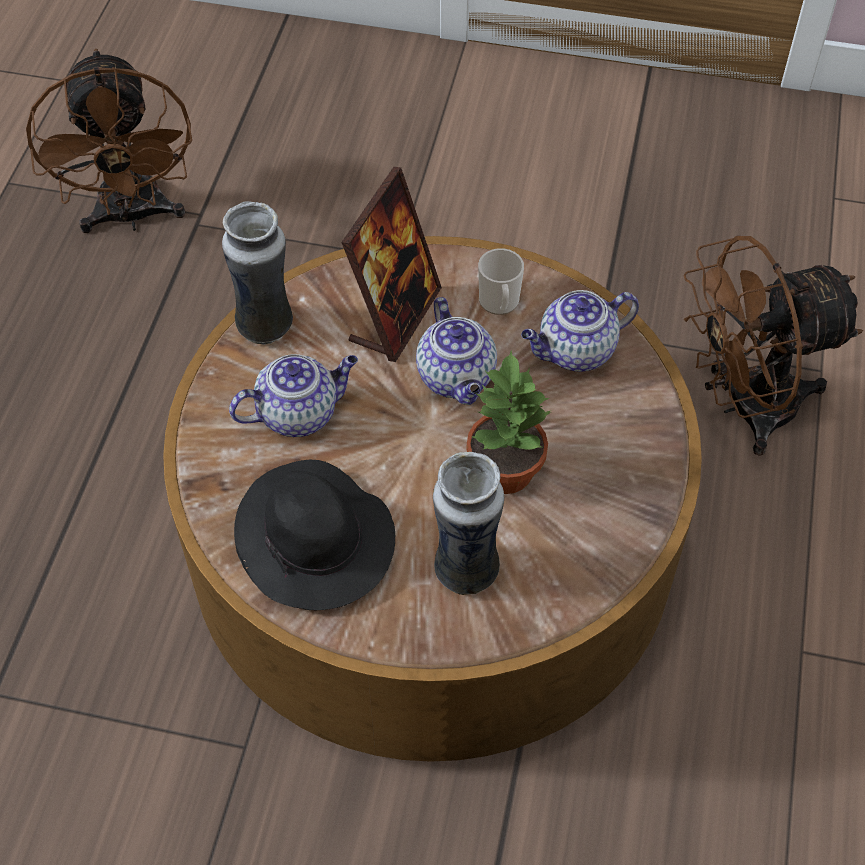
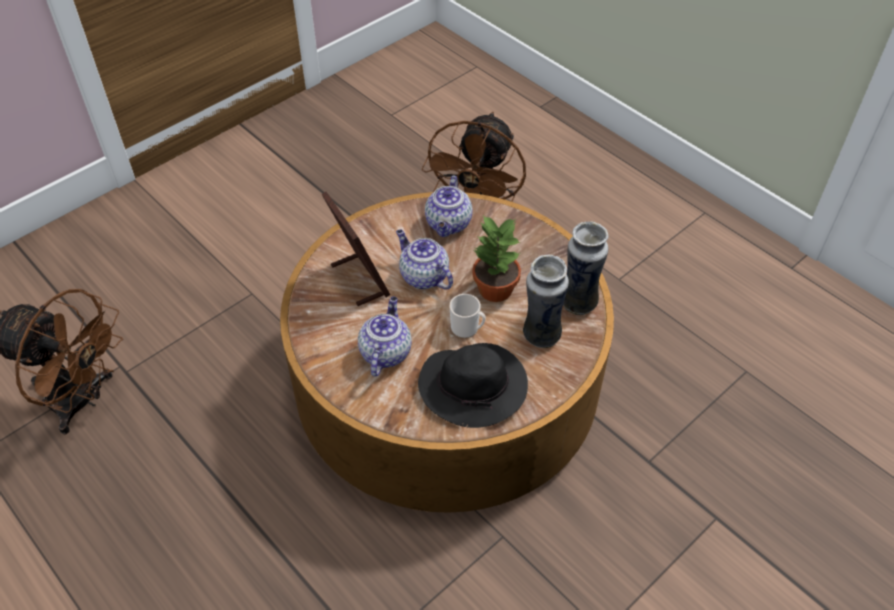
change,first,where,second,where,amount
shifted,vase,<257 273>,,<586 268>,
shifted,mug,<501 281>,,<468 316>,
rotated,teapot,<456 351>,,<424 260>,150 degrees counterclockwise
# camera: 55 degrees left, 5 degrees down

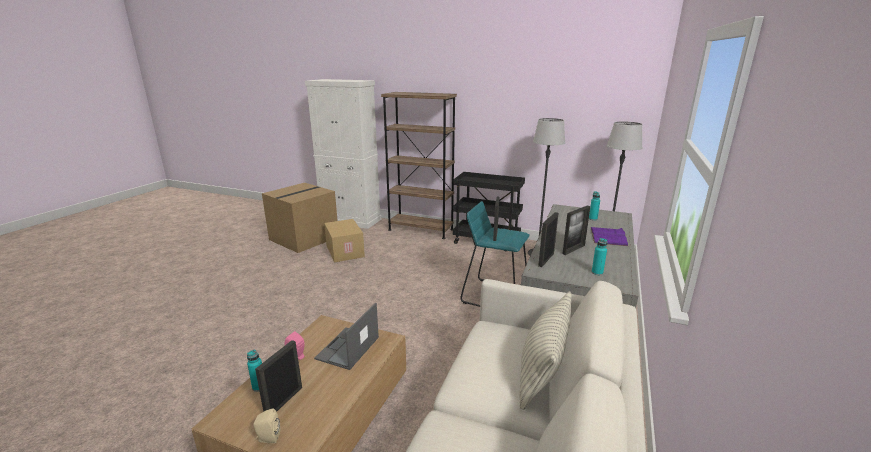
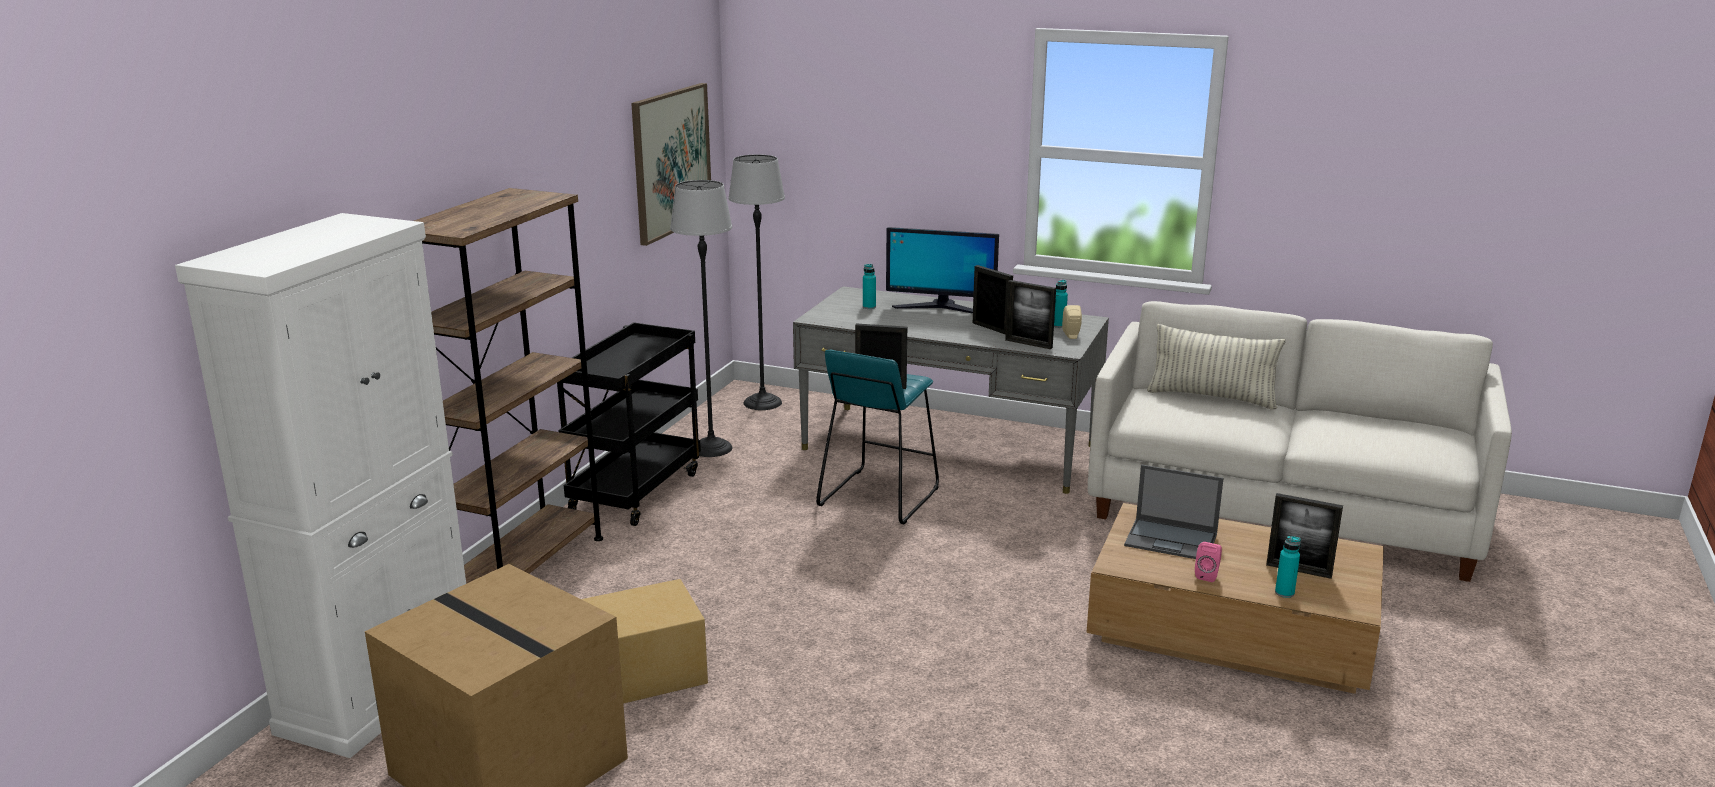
change,first,where,second,where,amount
new,,,picture,<671 164>,
shifted,beige speaker,<267 426>,,<1072 322>,
swapped,purple book,<609 236>,monitor,<942 270>,
# camera: 90 degrees left, 0 degrees up

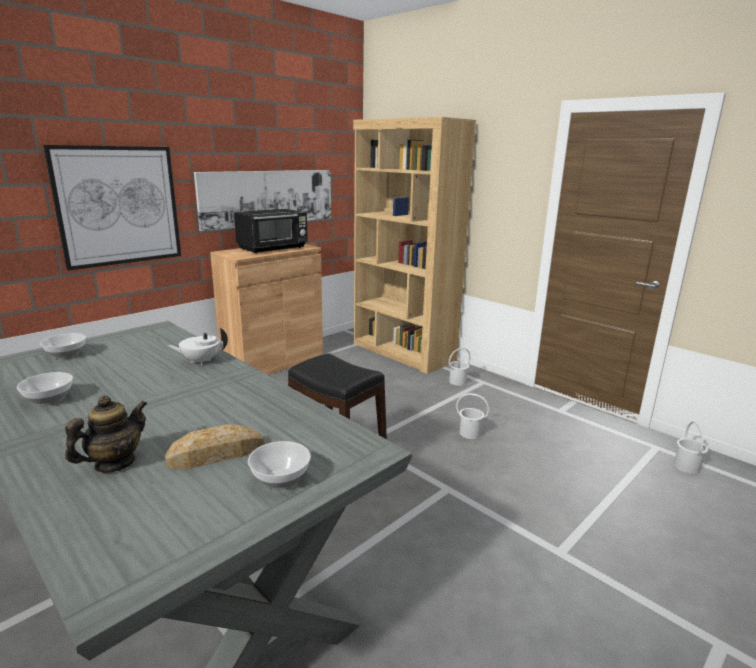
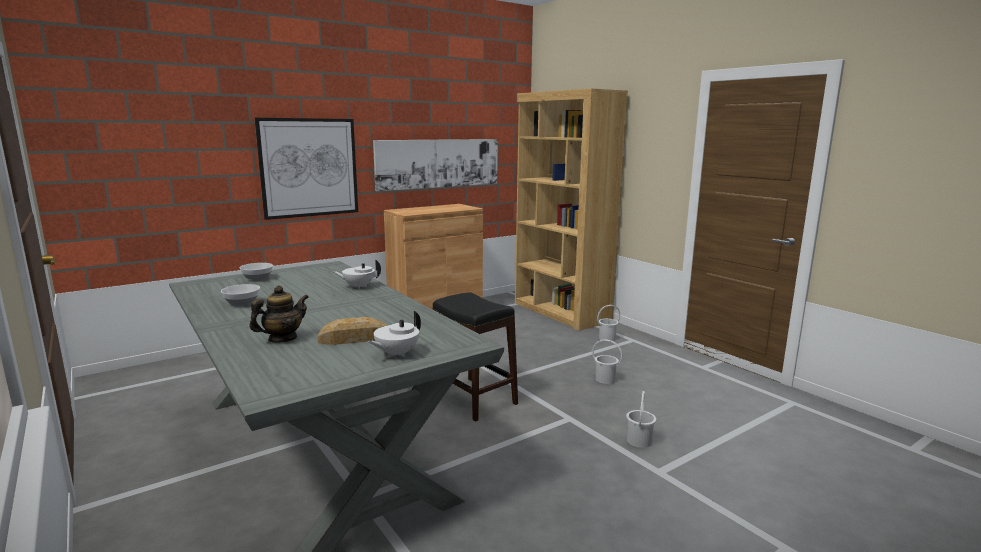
change,first,where,second,where,amount
gone,black microwave,<271 231>,,,
shifted,white bucket,<691 447>,,<641 419>,
swapped,bowl,<279 465>,white teapot,<394 334>,
# camera: 10 degrees right, 5 degrees down

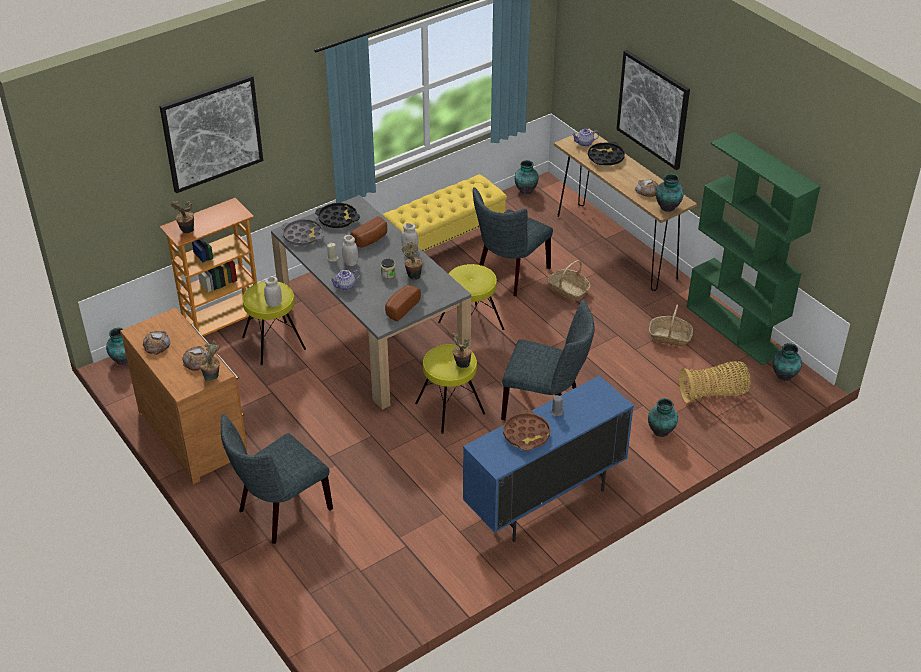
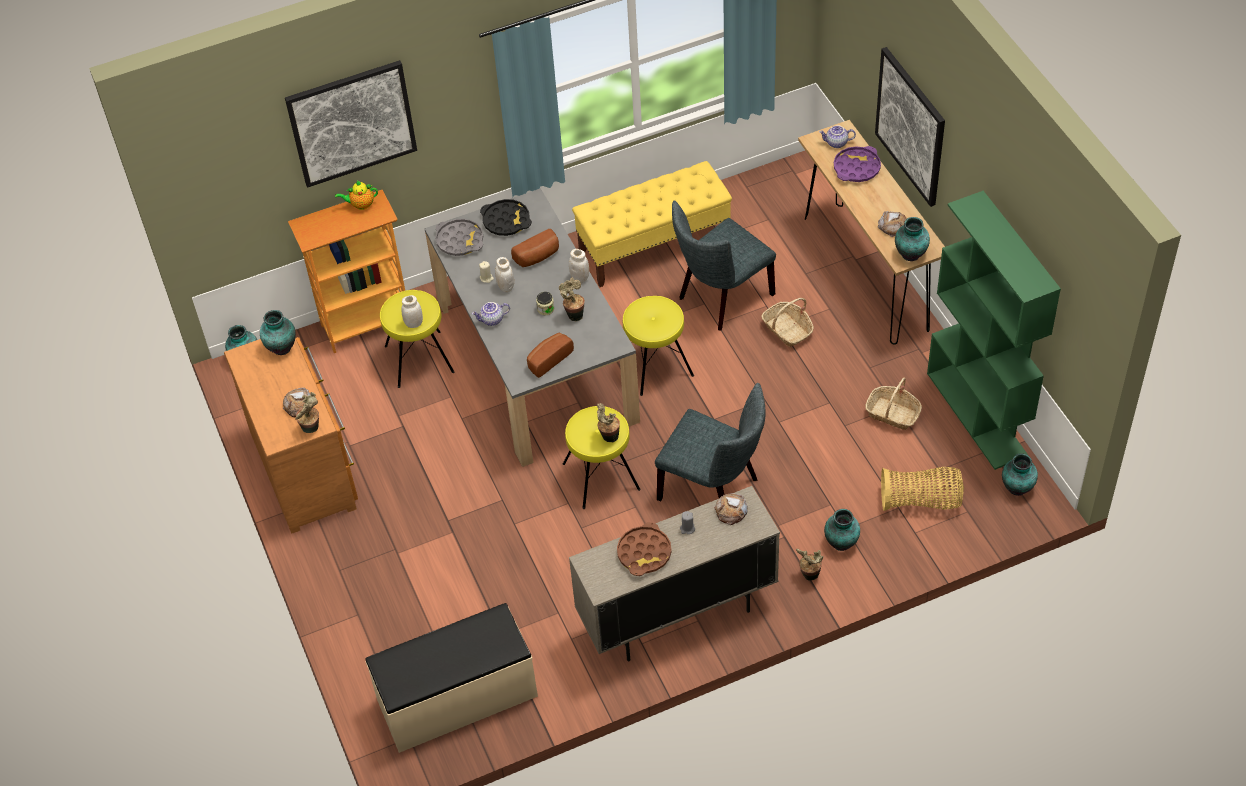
change,first,where,second,where,amount
gone,grey chair,<277 479>,,,
new,,,teapot,<356 195>,
new,,,beige bench,<451 678>,
shifted,bread,<156 343>,,<731 509>,
shifted,potted plant,<182 217>,,<809 565>,
shifted,vase,<526 177>,,<278 332>,
repainted,blue cabinet,<548 459>,beige cabinet,<674 573>,
repainted,black tray,<606 153>,purple tray,<857 164>,
# camera: 15 degrees right, 10 degrees up

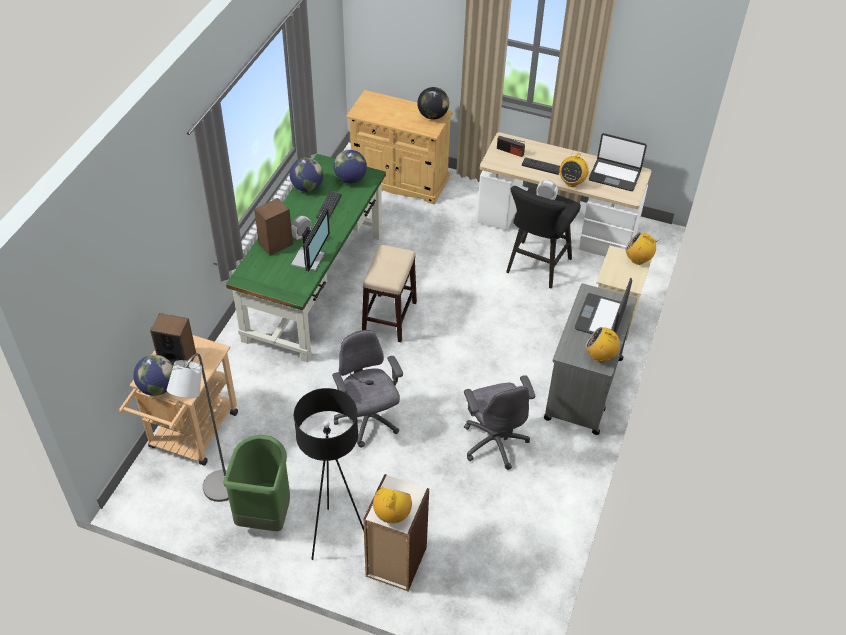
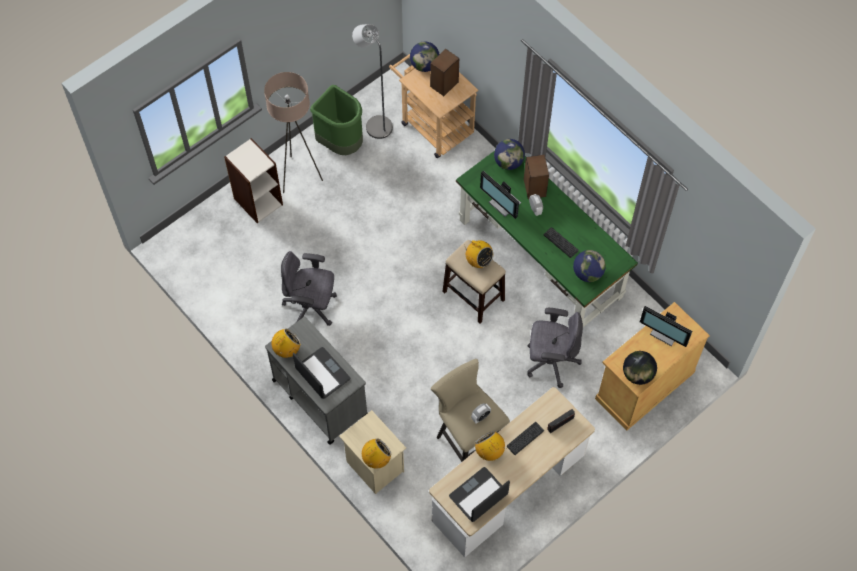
change,first,where,second,where,amount
new,,,monitor,<666 326>,
shifted,globe,<307 175>,,<509 154>,
shifted,grey office chair,<367 389>,,<555 348>,
shifted,radio,<392 505>,,<479 254>,
repainted,black floor lamp,<329 474>,beige floor lamp,<293 132>,
repainted,black stool,<543 237>,beige stool,<470 410>,
# camera: 120 degrees right, 15 degrees up

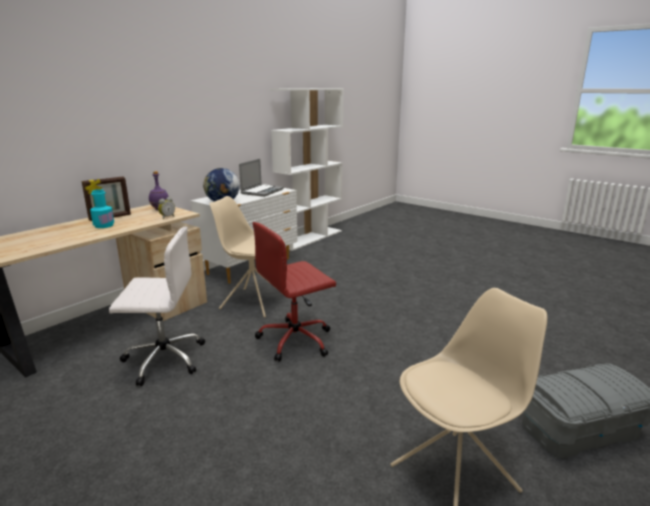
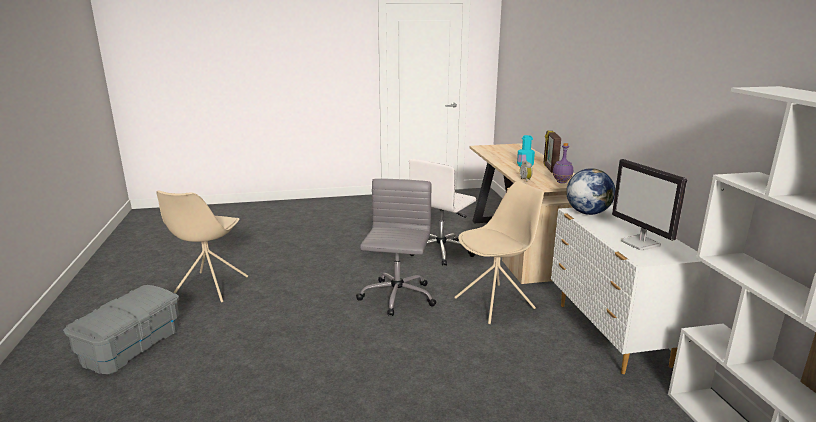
change,first,where,second,where,amount
swapped,laptop,<261 178>,monitor,<649 204>,
repainted,red office chair,<294 292>,grey office chair,<396 247>,
# camera: 130 degrees right, 0 degrees up

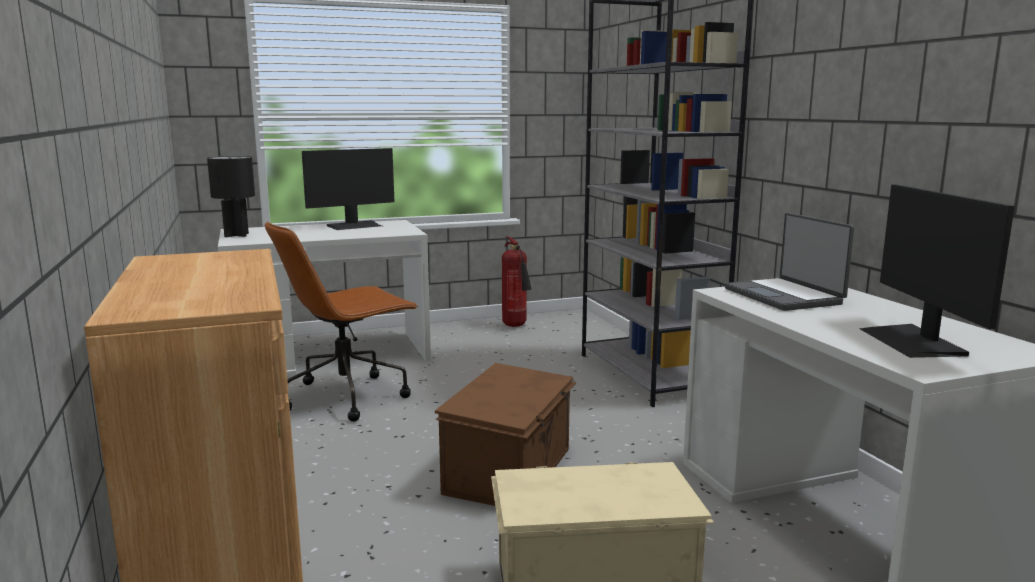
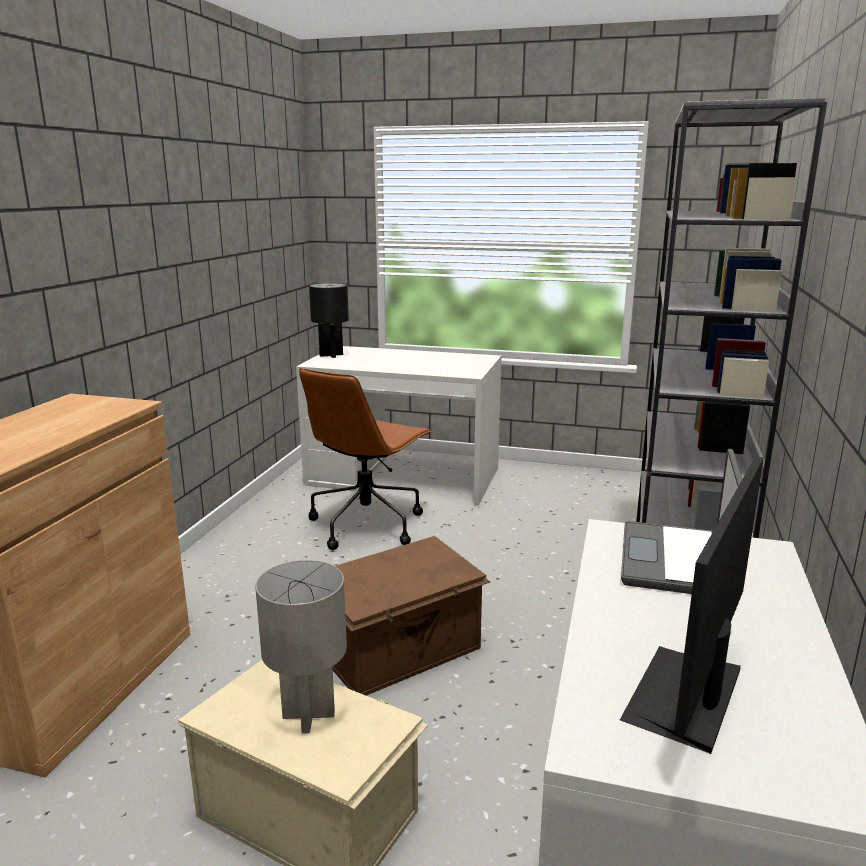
change,first,where,second,where,amount
gone,monitor,<348 189>,,,
gone,fire extinguisher,<517 281>,,,
new,,,grey table lamp,<301 647>,
rotated,brown office chair,<341 321>,,<365 459>,60 degrees counterclockwise
# camera: 35 degrees right, 5 degrees up

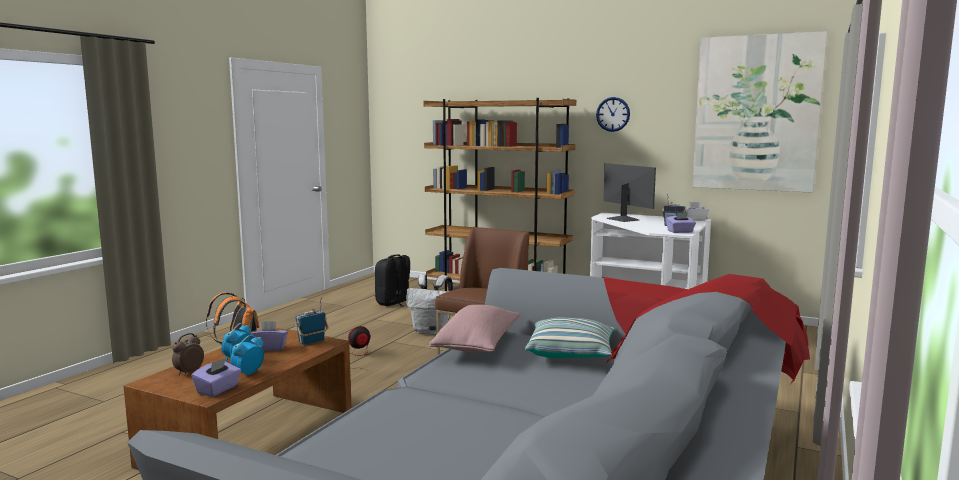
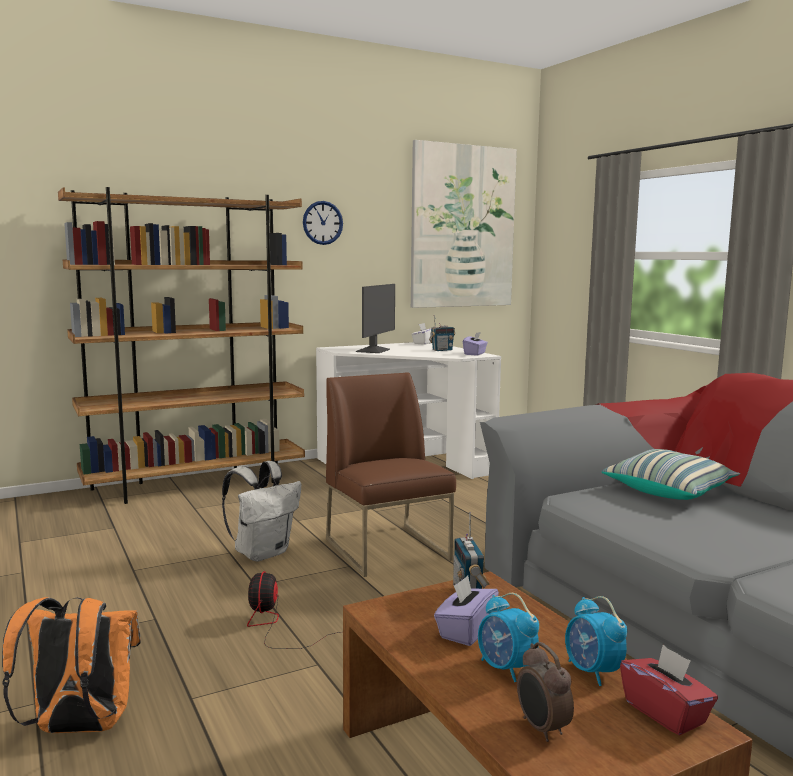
change,first,where,second,where,amount
gone,black backpack,<392 280>,,,
gone,pink pillow,<475 328>,,,
repainted,purple tissue box,<216 377>,red tissue box,<669 690>,
rotated,monitor,<629 192>,,<375 318>,105 degrees clockwise
# camera: 55 degrees left, 0 degrees up

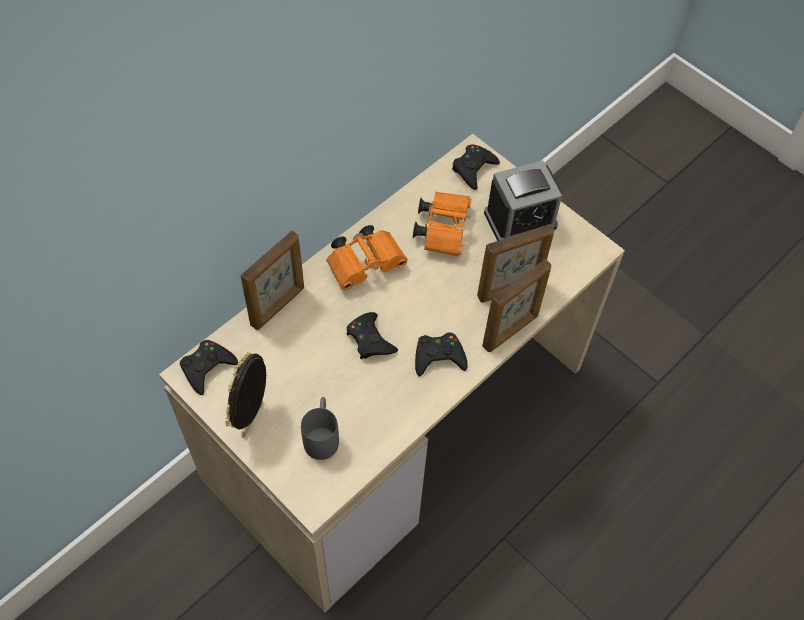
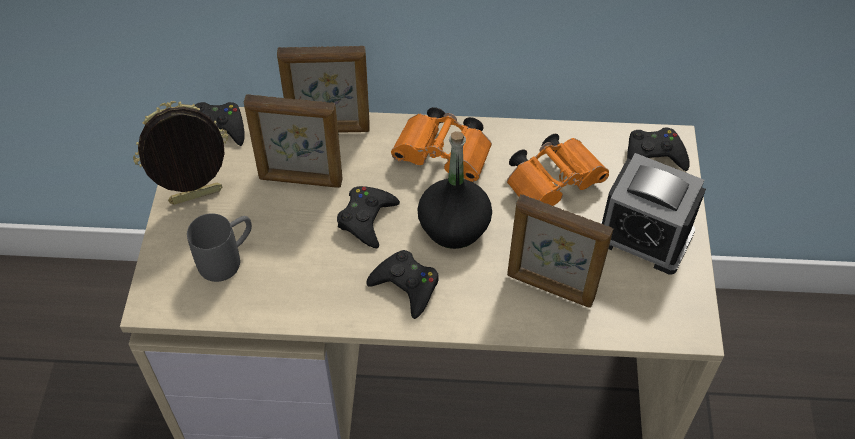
change,first,where,second,where,amount
new,,,black bottle,<454 190>,
shifted,picture frame,<516 305>,,<293 141>,
# camera: 50 degrees right, 5 degrees down

